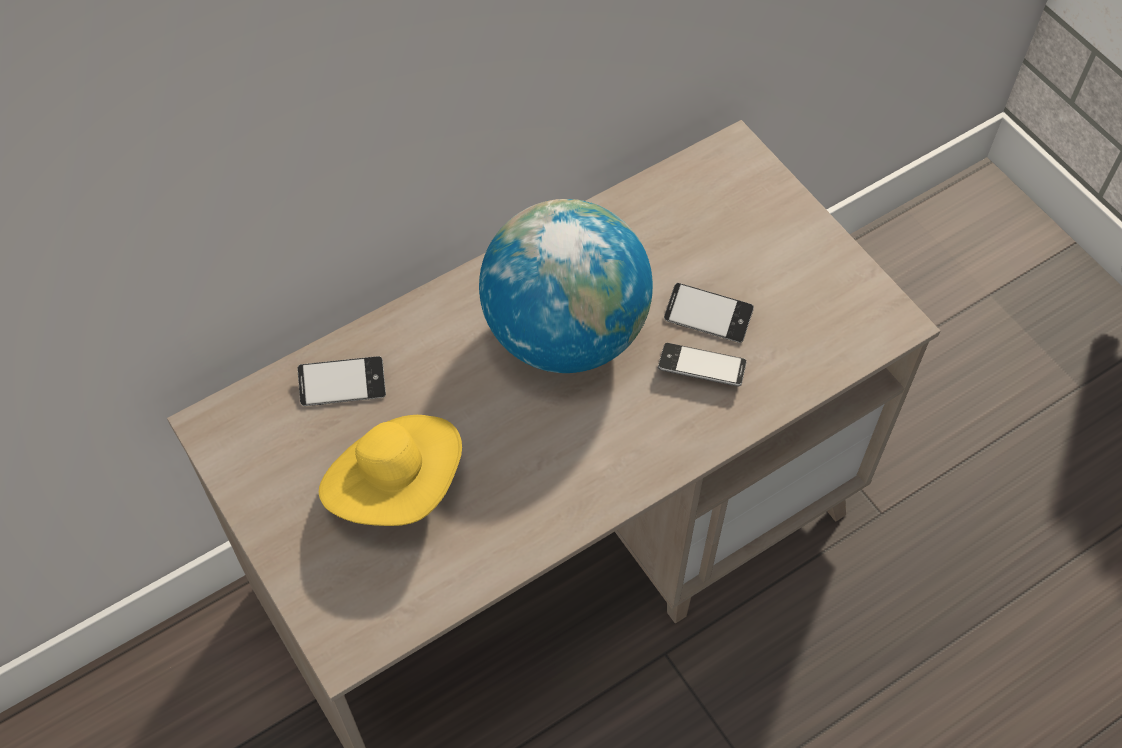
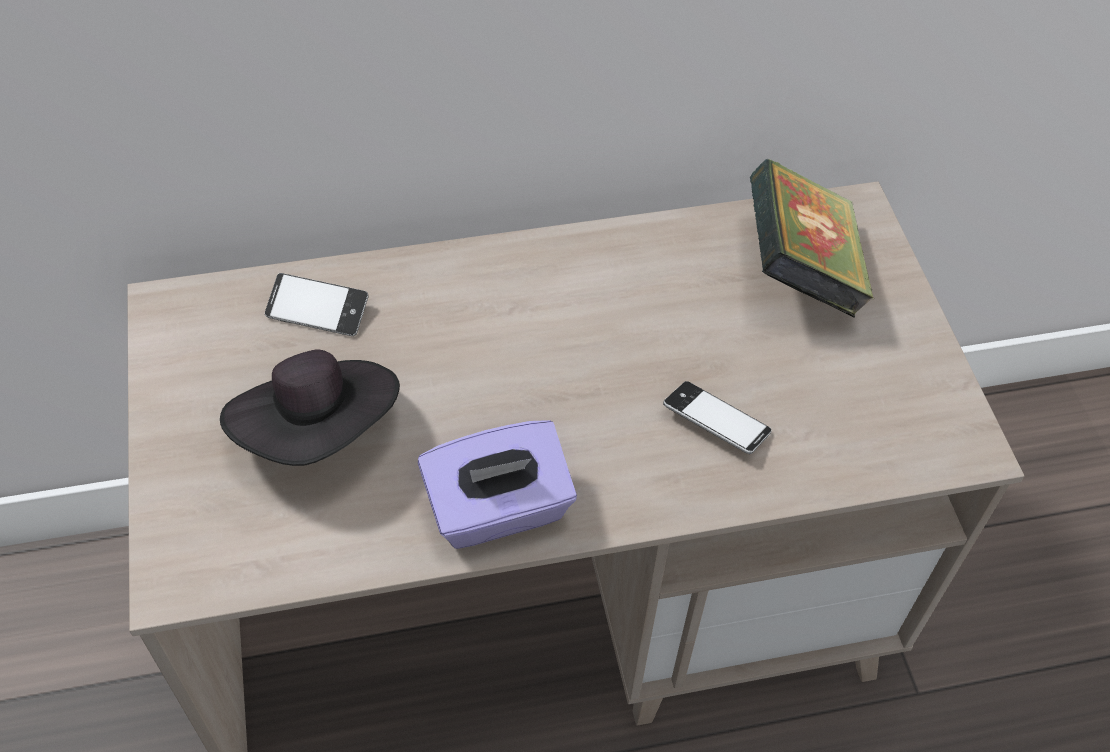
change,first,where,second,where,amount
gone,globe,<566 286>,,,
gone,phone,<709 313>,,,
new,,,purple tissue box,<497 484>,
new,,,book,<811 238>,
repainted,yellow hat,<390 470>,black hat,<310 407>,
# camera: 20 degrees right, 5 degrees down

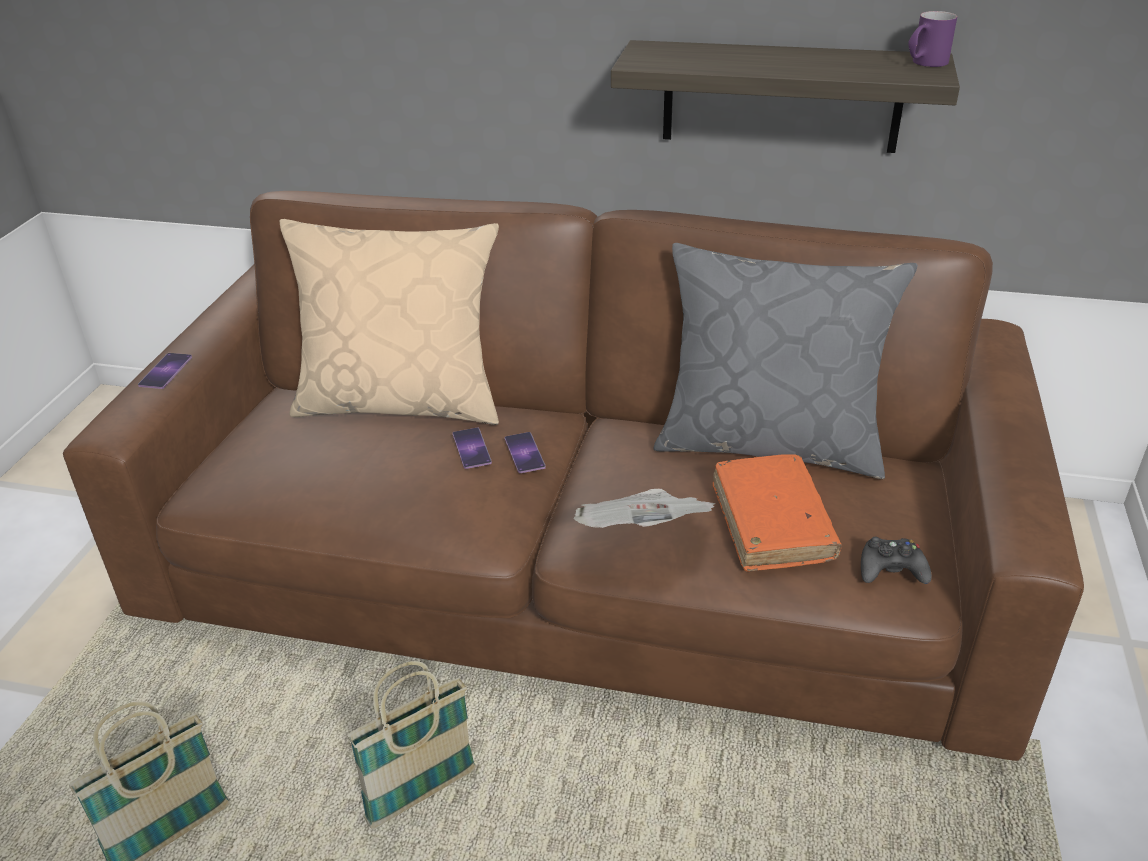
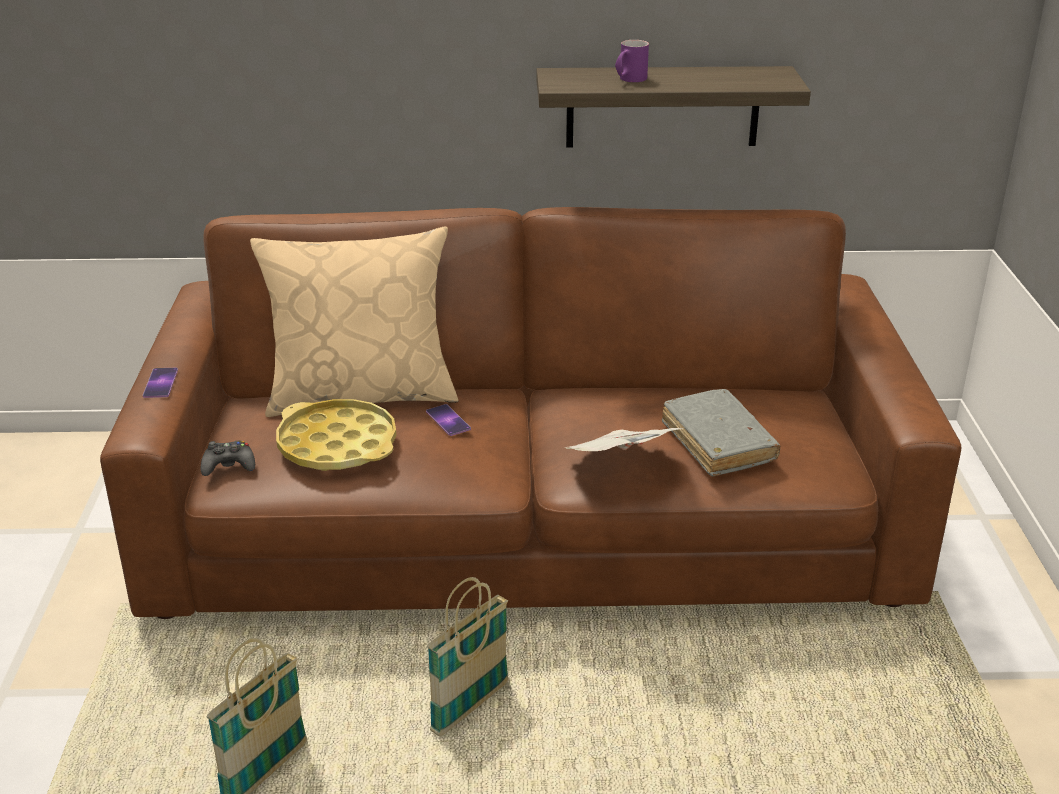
change,first,where,second,where,amount
gone,phone,<525 452>,,,
gone,grey pillow,<785 361>,,,
new,,,yellow tray,<336 435>,
shifted,black game controller,<896 560>,,<227 458>,
shifted,purple mug,<932 39>,,<632 61>,
repainted,orange book,<777 513>,grey book,<721 432>,
# camera: 15 degrees left, 5 degrees down

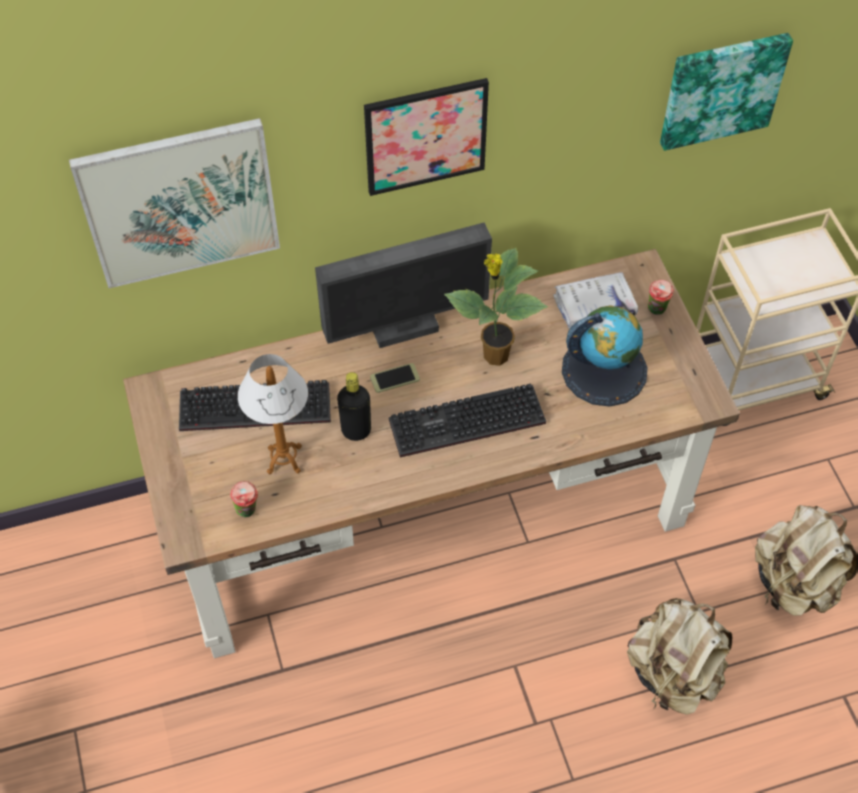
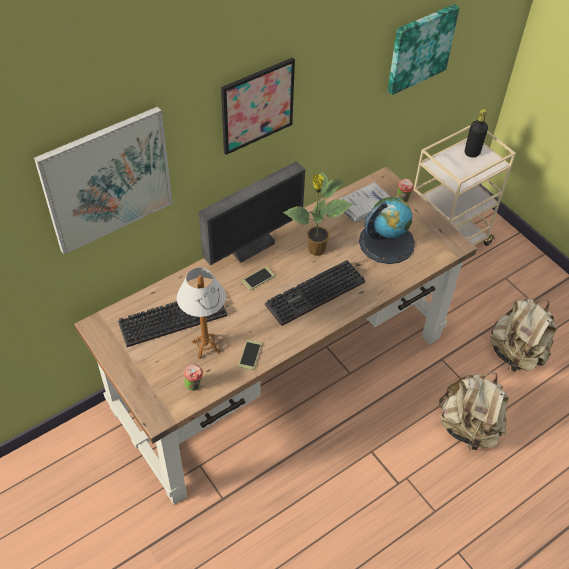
change,first,where,second,where,amount
new,,,phone,<250 355>,
shifted,black bottle,<354 406>,,<476 133>,
# camera: 20 degrees left, 5 degrees down

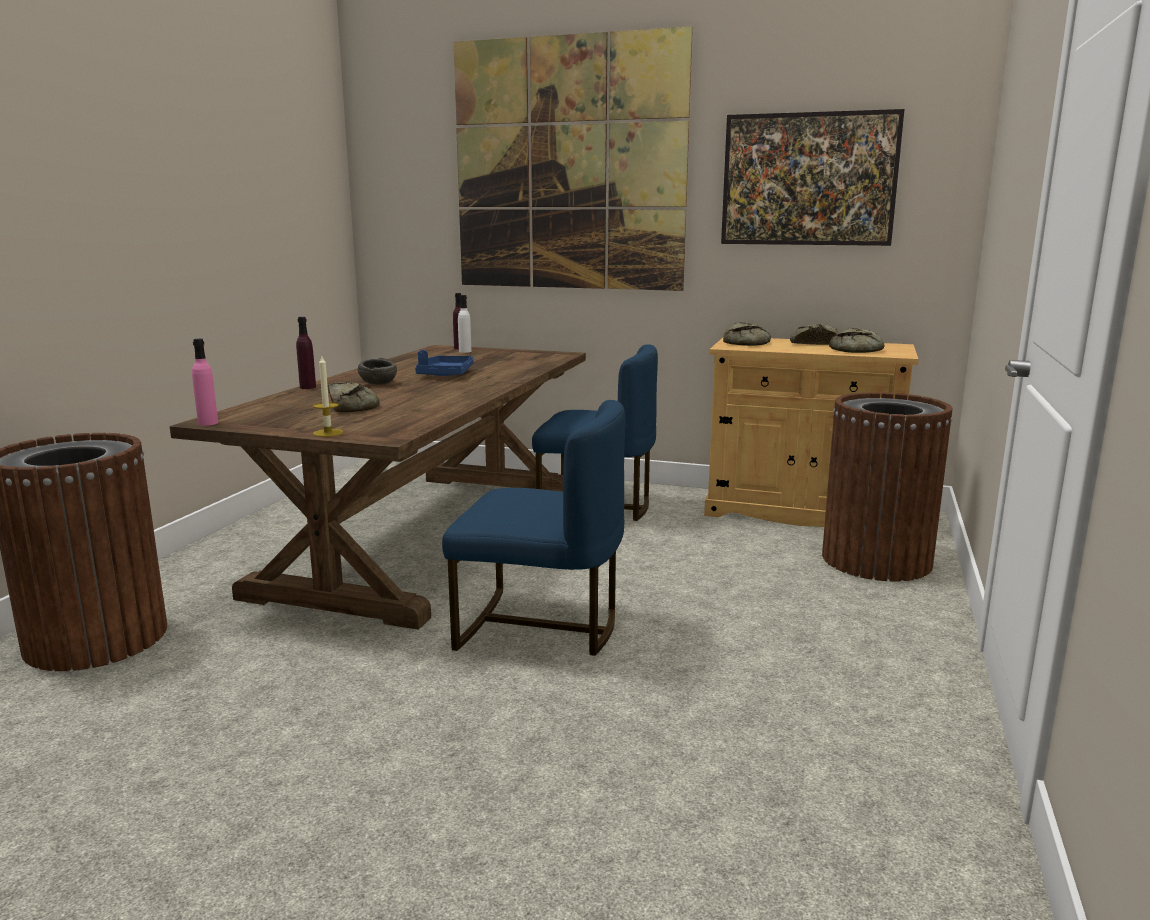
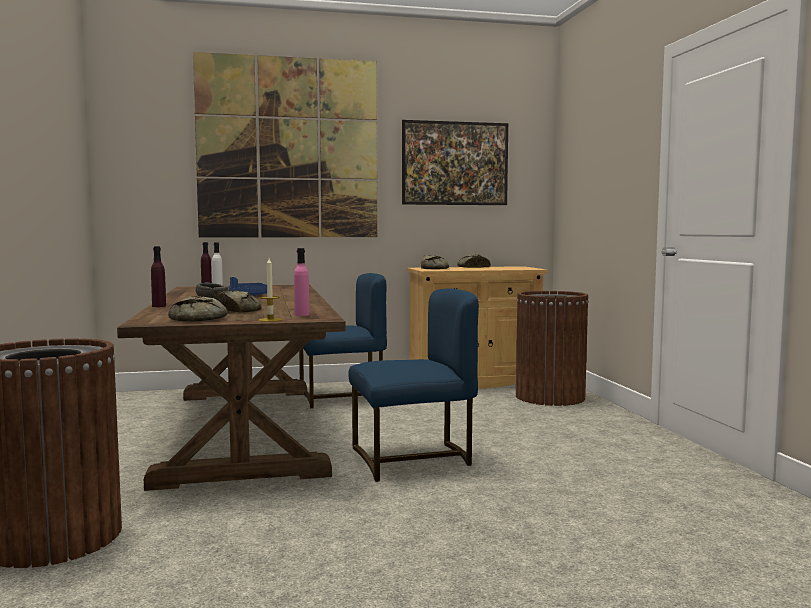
change,first,where,second,where,amount
shifted,pink bottle,<205 382>,,<301 282>,
shifted,bread,<856 340>,,<198 309>,
# camera: 30 degrees left, 10 degrees down

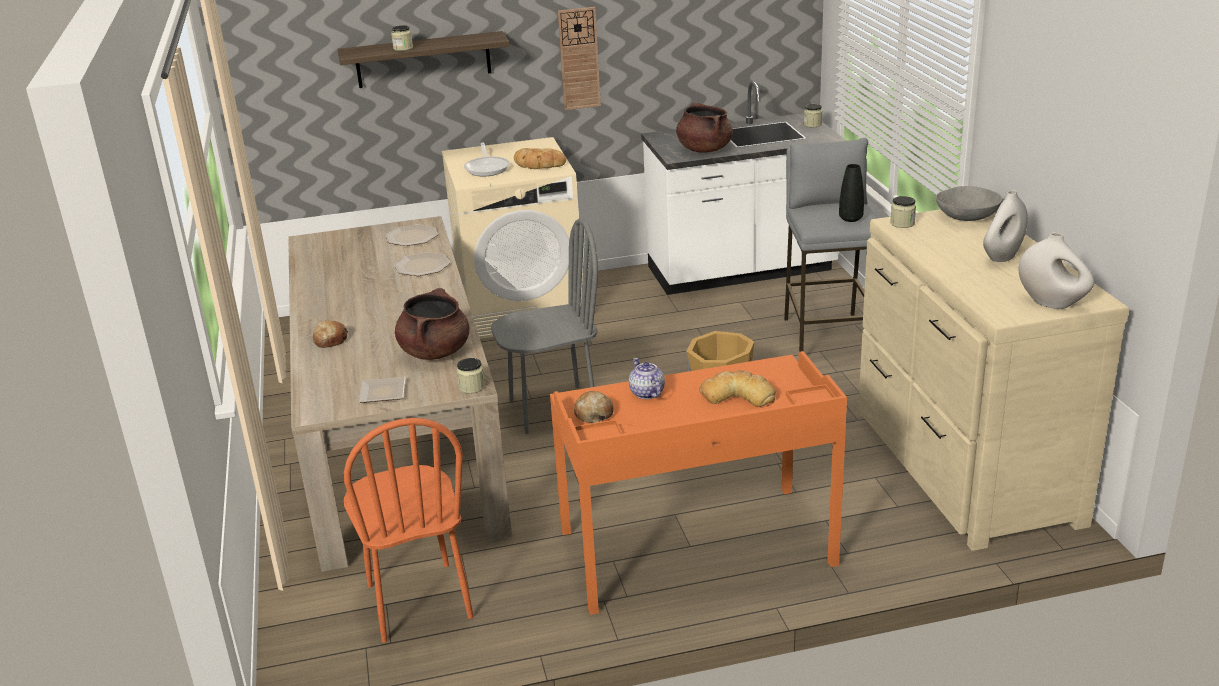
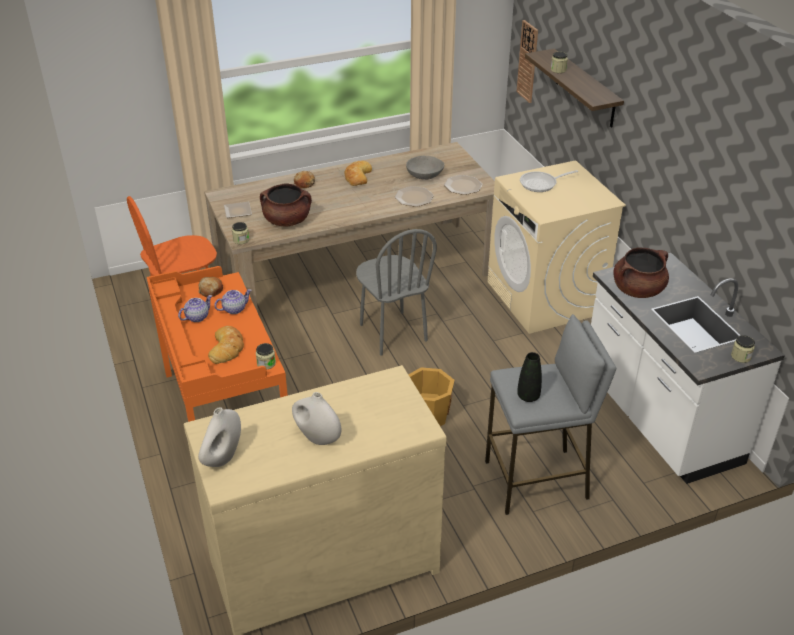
change,first,where,second,where,amount
new,,,teapot,<195 308>,
shifted,bread,<540 158>,,<358 173>,
shifted,wall clock,<579 58>,,<527 61>,
shifted,jar,<903 212>,,<266 356>,
shifted,grey bowl,<969 203>,,<425 168>,
# camera: 80 degrees right, 10 degrees up

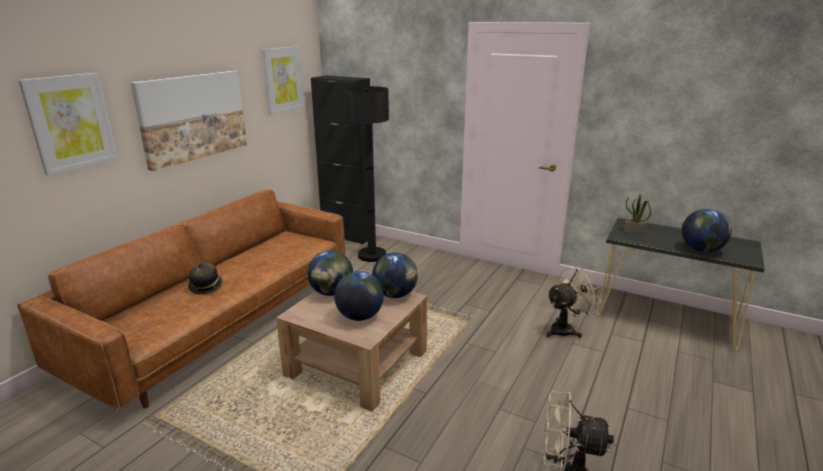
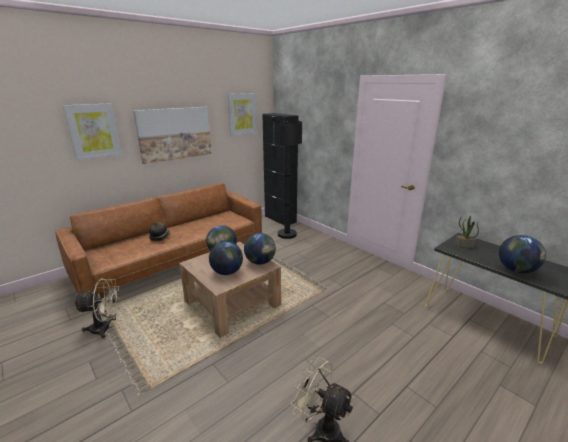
change,first,where,second,where,amount
shifted,beige fan,<574 302>,,<97 308>,
# camera: 20 degrees right, 0 degrees up

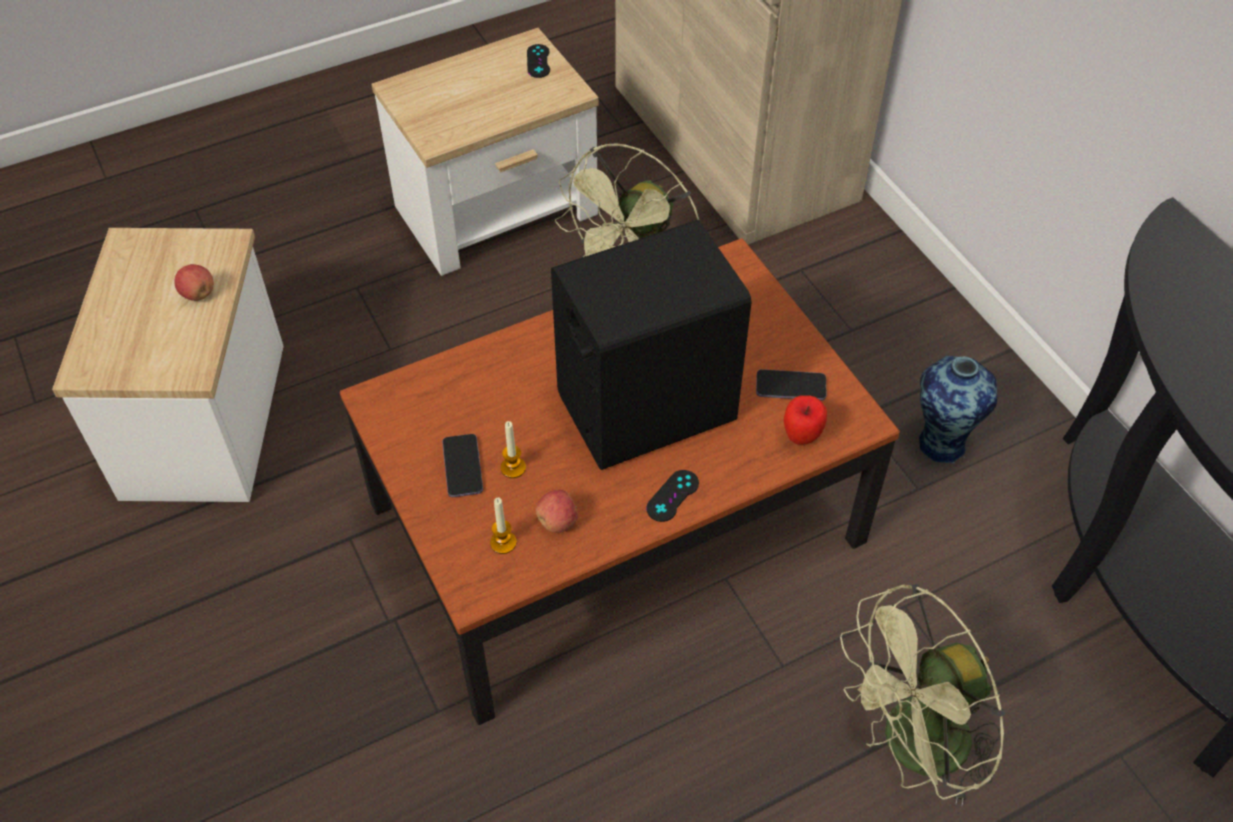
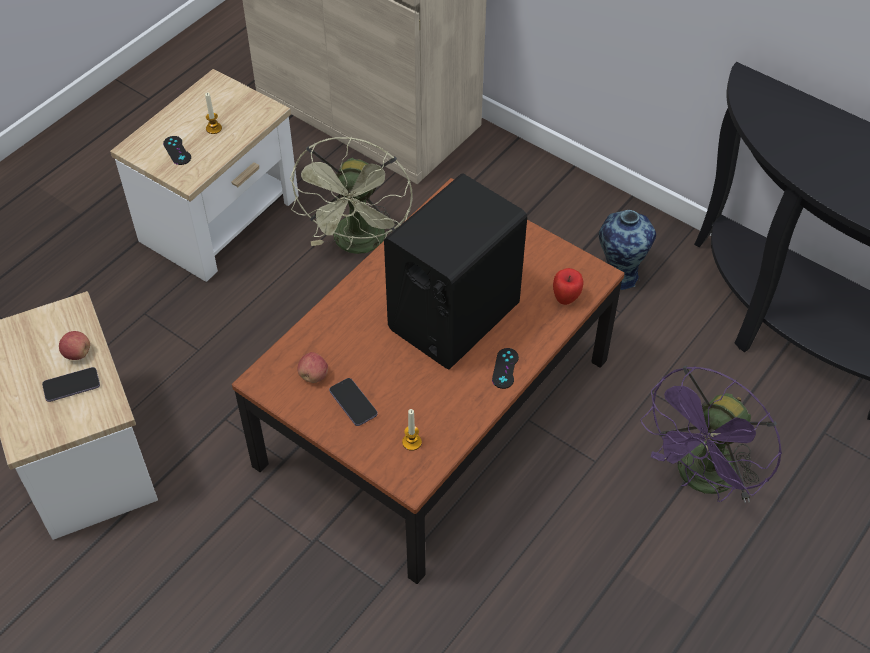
change,first,where,second,where,amount
shifted,candle,<513 449>,,<213 113>,
shifted,black game controller,<538 61>,,<177 150>,
shifted,apple,<557 511>,,<312 367>,
shifted,phone,<791 385>,,<71 384>,
repainted,green fan,<922 695>,purple fan,<711 434>,
# camera: 25 degrees left, 0 degrees up

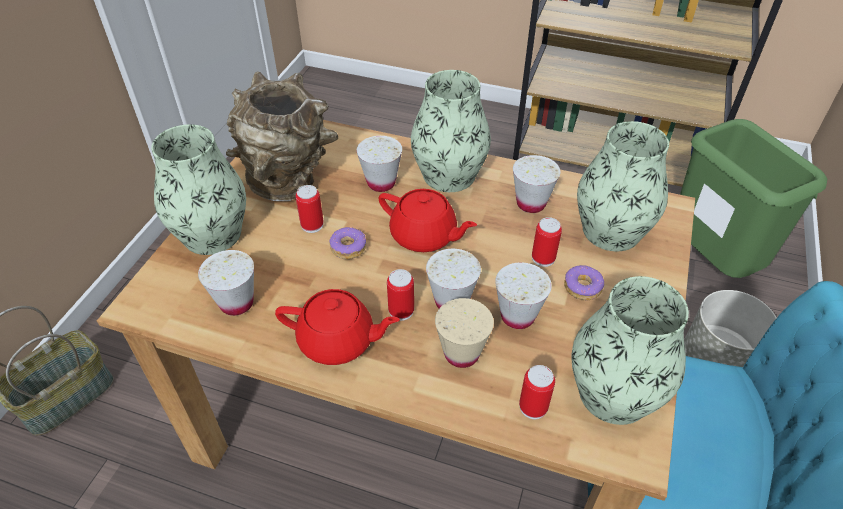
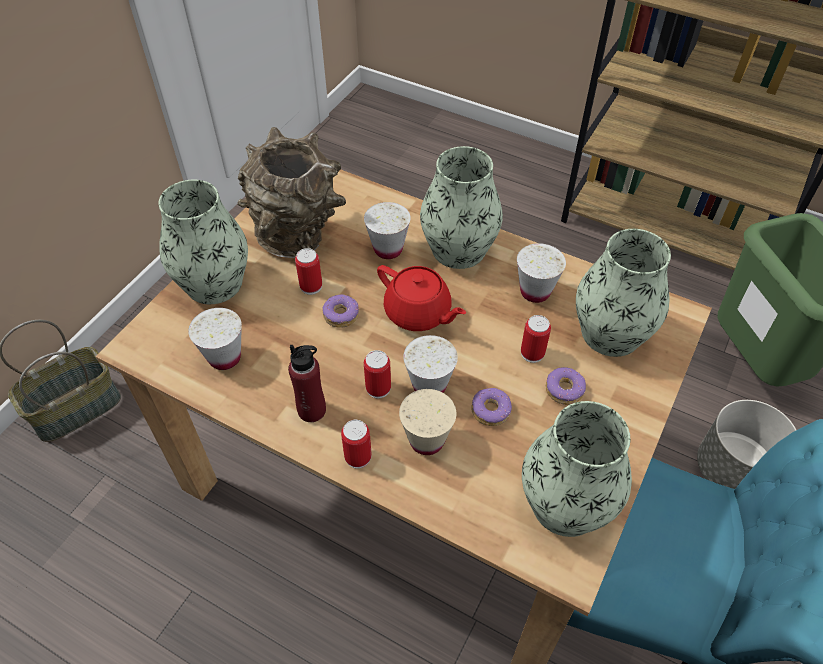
change,first,where,second,where,amount
shifted,can,<537 392>,,<356 444>,
swapped,red teapot,<337 327>,red bottle,<307 383>,
swapped,white cup,<523 295>,donut,<491 407>,
# camera: 10 degrees right, 5 degrees up

